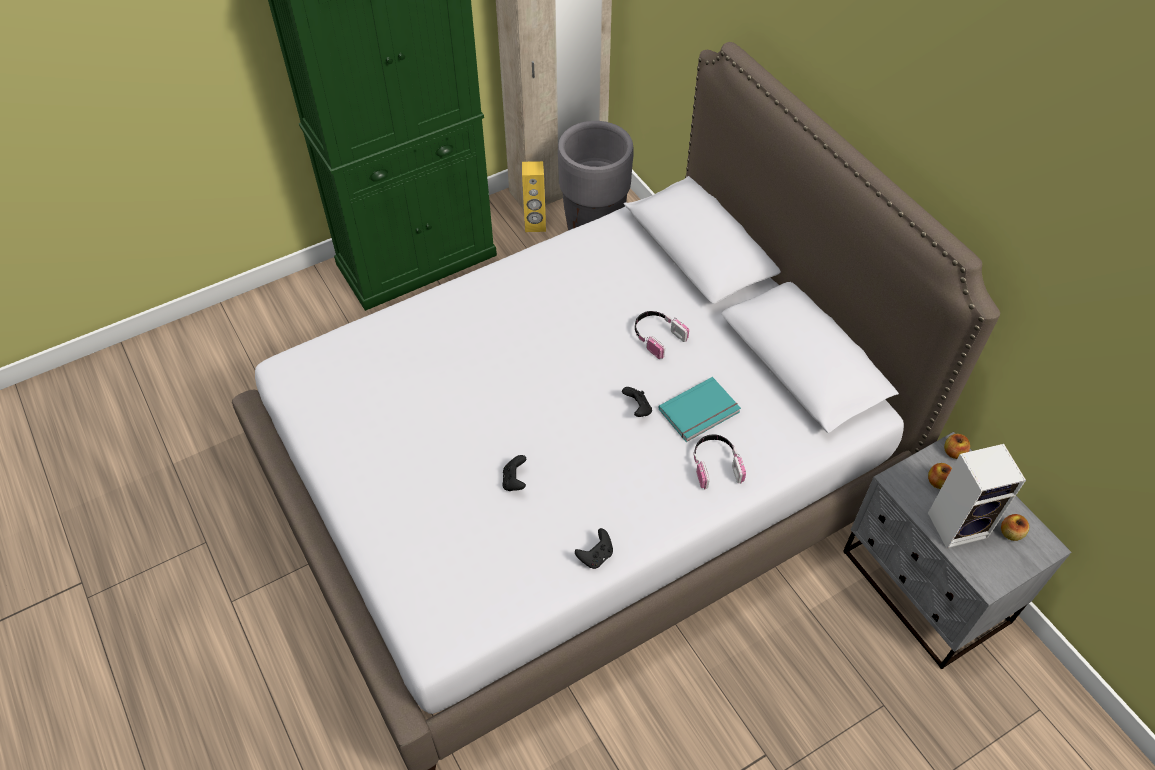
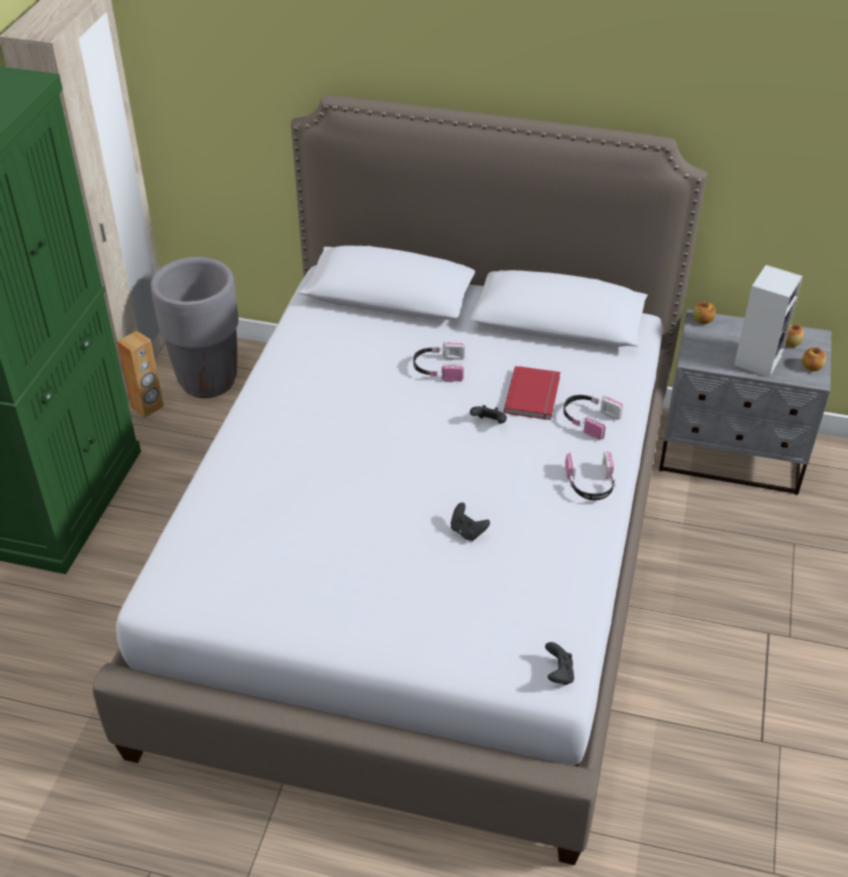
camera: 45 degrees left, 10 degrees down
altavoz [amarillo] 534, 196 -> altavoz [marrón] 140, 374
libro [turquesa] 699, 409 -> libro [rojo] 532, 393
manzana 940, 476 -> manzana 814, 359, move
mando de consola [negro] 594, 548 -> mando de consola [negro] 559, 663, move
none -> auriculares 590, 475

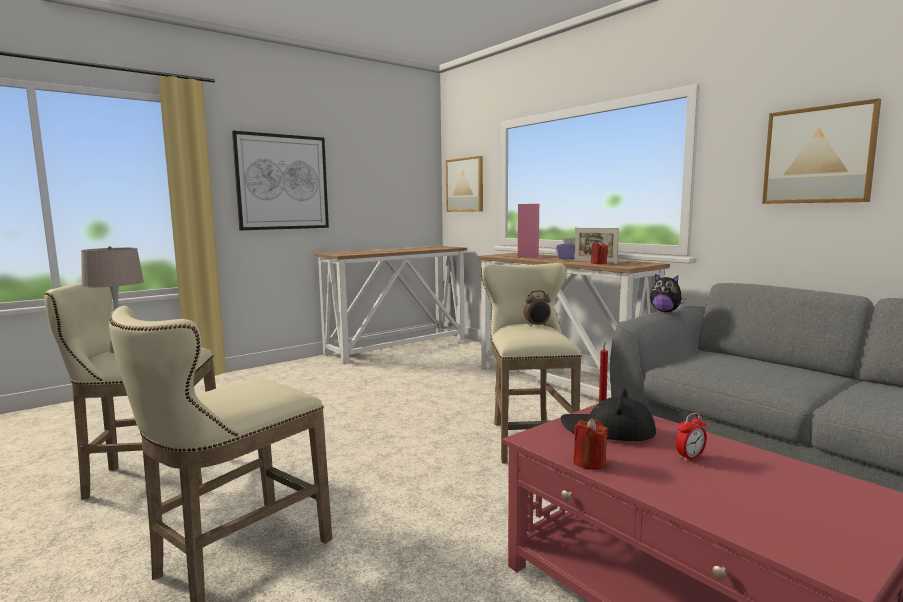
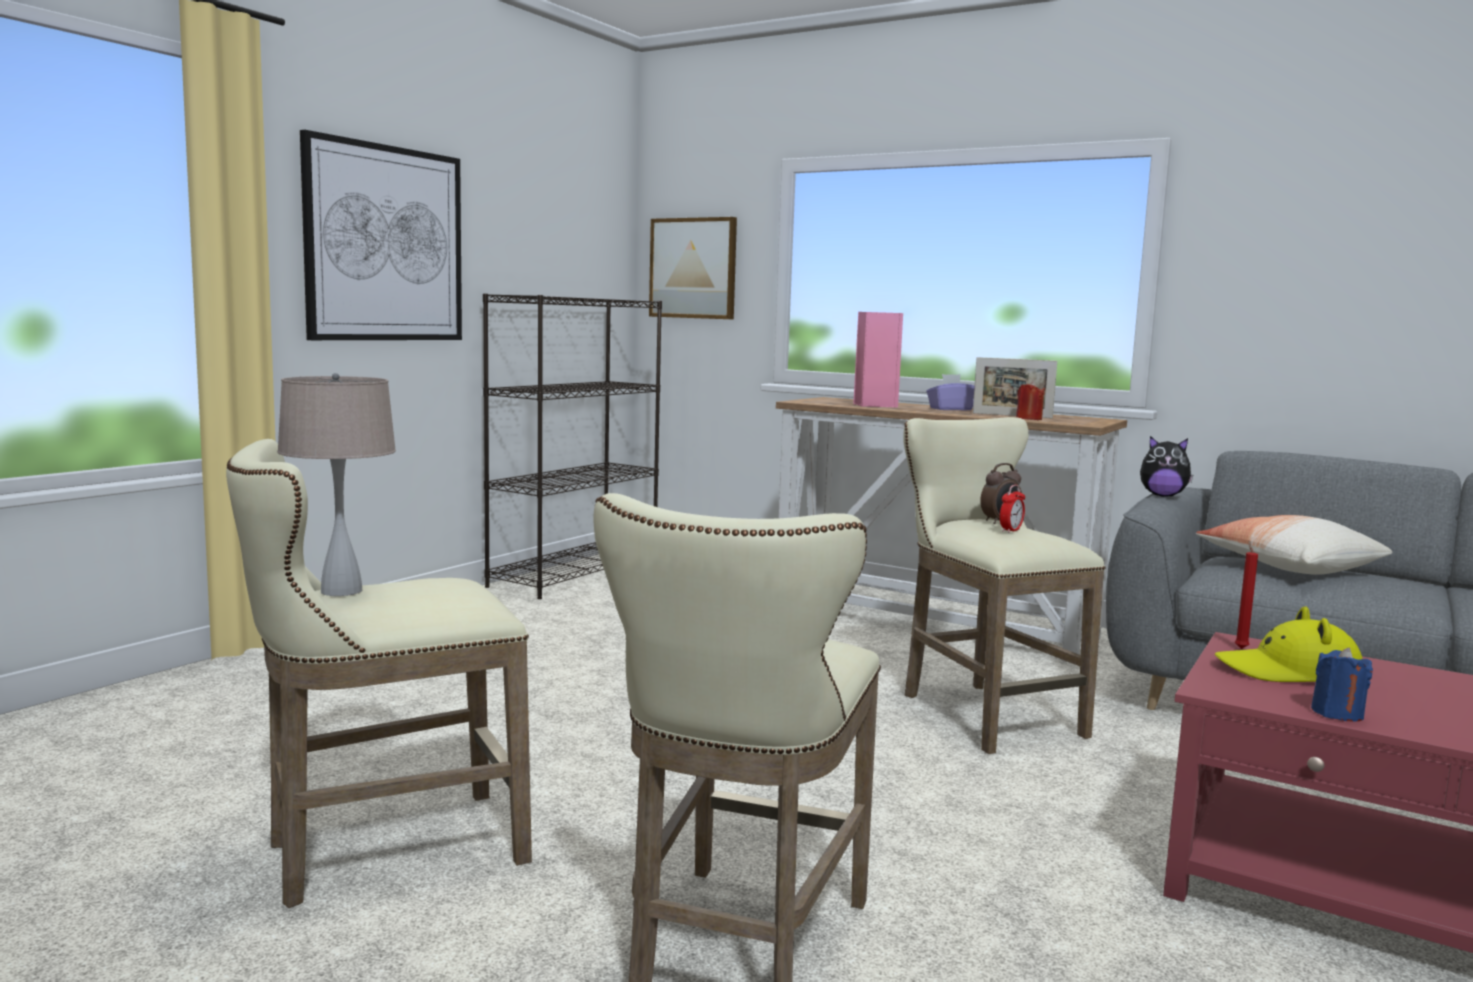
camera: 20 degrees left, 0 degrees up
cuadro 821, 151 -> none
mesa consola 390, 305 -> estantería [negro] 572, 446
sombrero [negro] 608, 414 -> sombrero [amarillo] 1288, 644
despertador 691, 437 -> despertador 1012, 509, move
vela [rojo] 590, 444 -> vela [azul] 1342, 685
none -> cojín 1294, 545

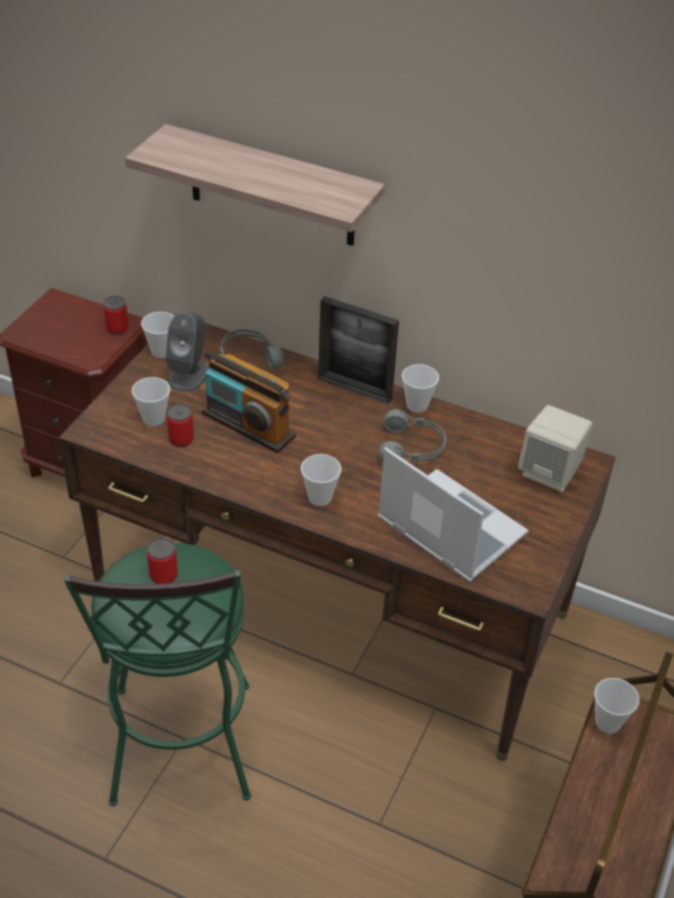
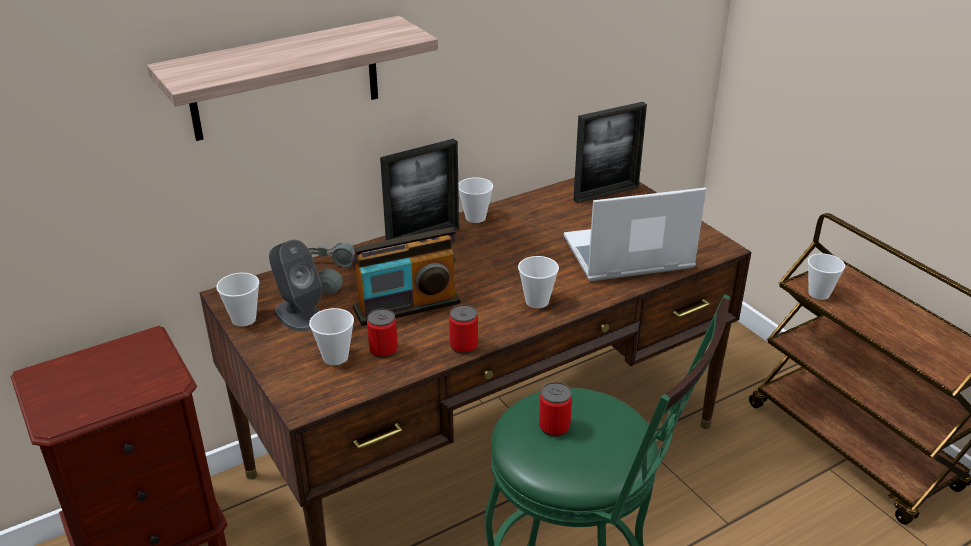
camera: 55 degrees left, 10 degrees down
lata 115, 315 -> lata 463, 329, move
altavoz [beis] 555, 448 -> portarretratos 610, 153
auriculares [gris] 412, 436 -> none

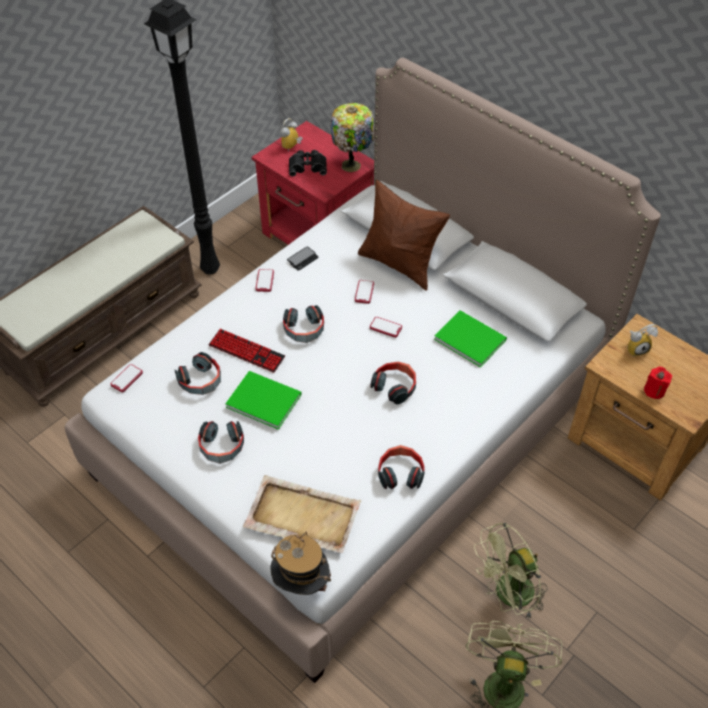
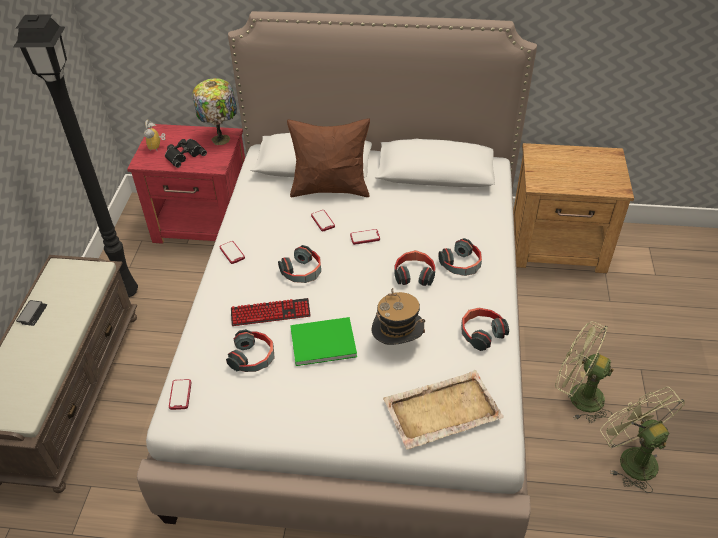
camera: 35 degrees left, 5 degrees down
móvil 303, 259 -> móvil 31, 313, move
libro [verde] 470, 339 -> none
despertador 642, 340 -> none
vela [rojo] 658, 383 -> none
auriculares 221, 442 -> auriculares 460, 257, move
ventilador [verde] 510, 571 -> ventilador [verde] 584, 372, 90 degrees clockwise
sombrero 300, 563 -> sombrero 398, 316, move

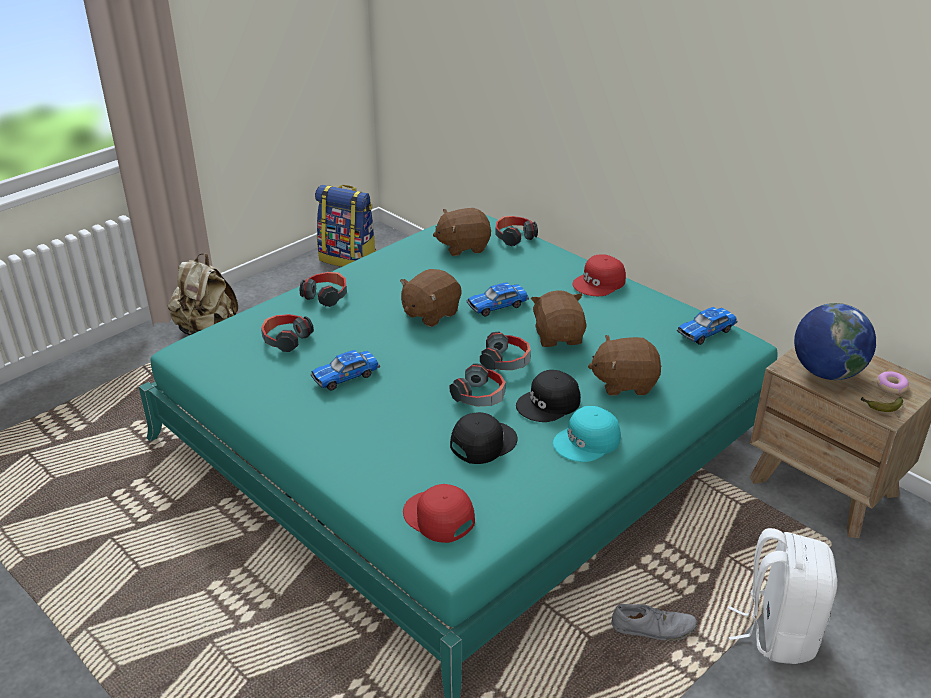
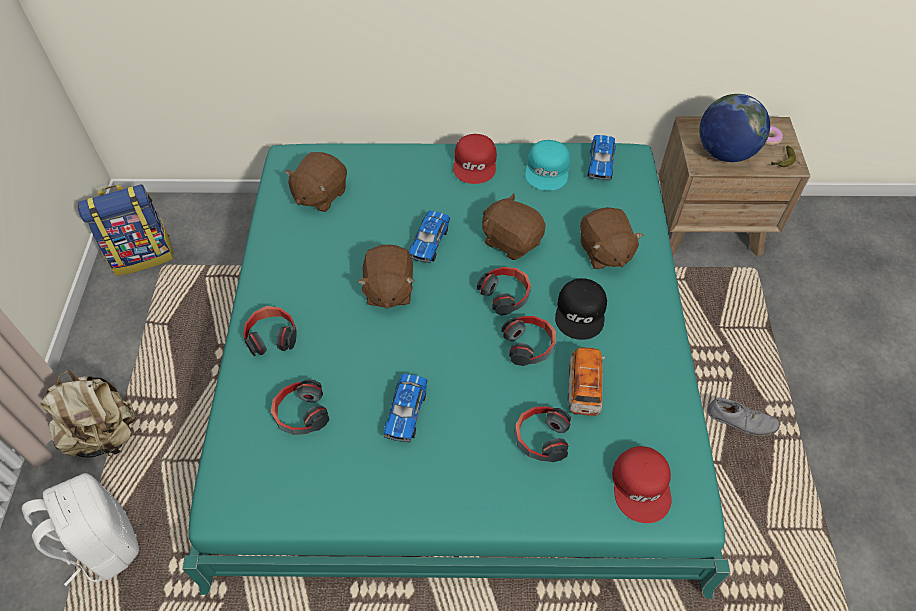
camera: 45 degrees left, 20 degrees up
auriculares 516, 231 -> auriculares 542, 434, move
peluche [marrón] 624, 365 -> peluche [marrón] 611, 238, 60 degrees counterclockwise
gorra [turquesa] 587, 434 -> gorra [turquesa] 548, 165, move
gorra [negro] 484, 438 -> coche de juguete 586, 381
gorra [rojo] 439, 513 -> gorra [rojo] 641, 484, 90 degrees counterclockwise
mochila [blanco] 782, 596 -> mochila [blanco] 80, 529, move
zapato [gris] 654, 622 -> zapato [gris] 743, 416, 60 degrees clockwise

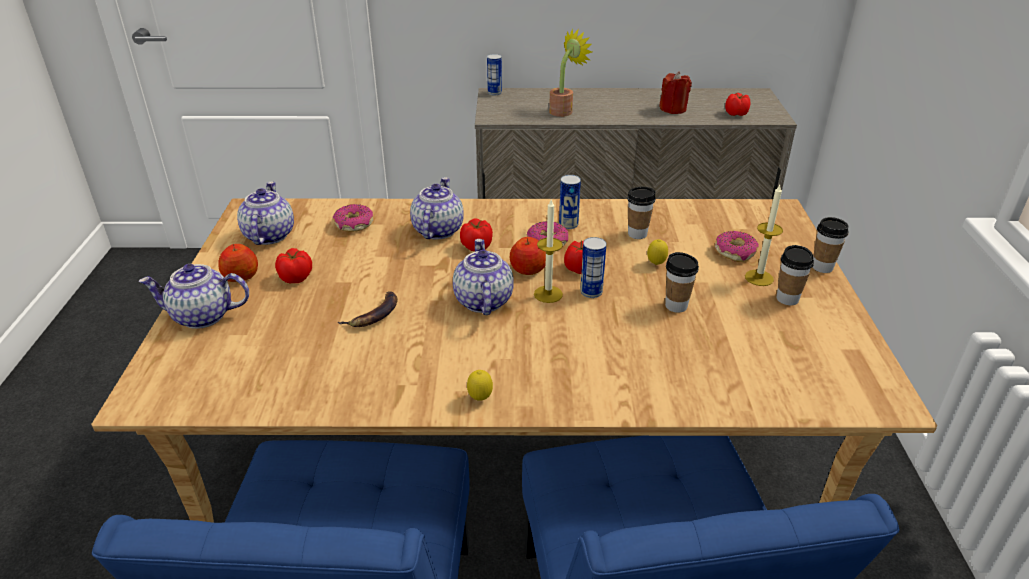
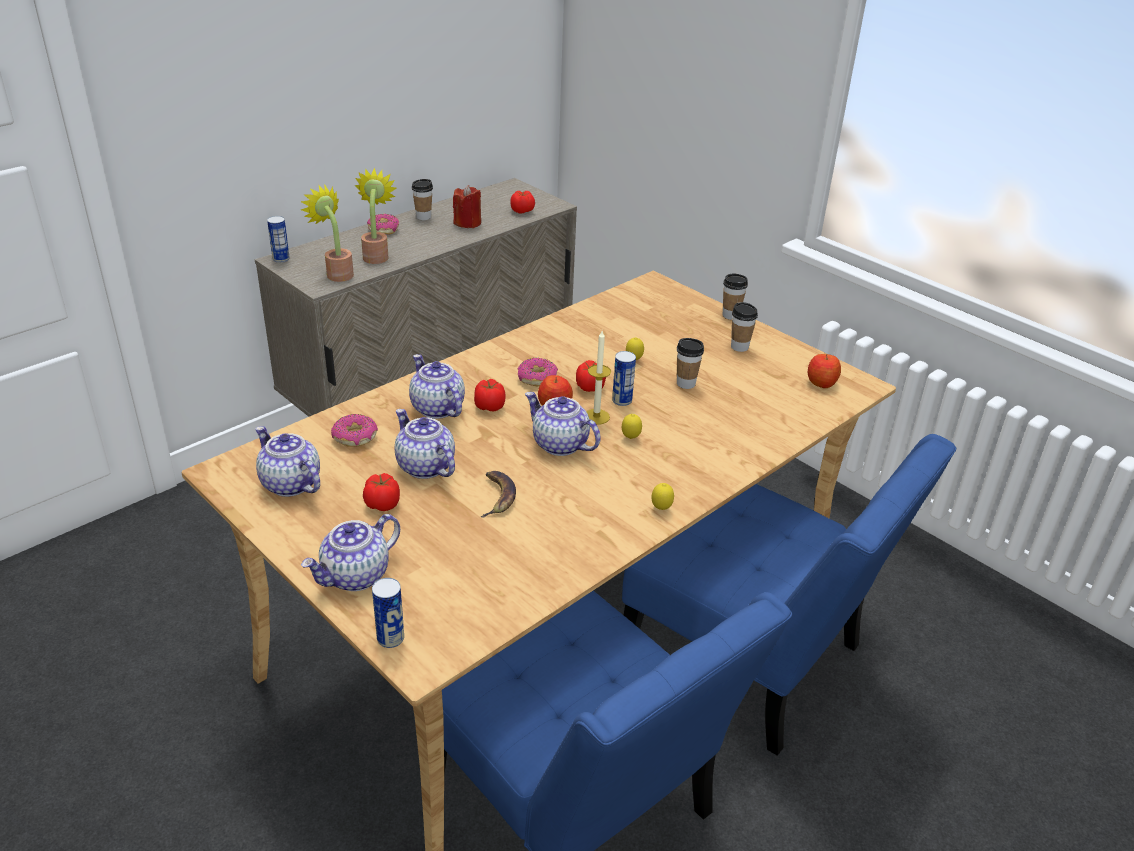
camera: 45 degrees left, 0 degrees up
lata 570, 202 -> lata 388, 613, move
vela 764, 235 -> none
taza 641, 213 -> taza 422, 199, move
rosquilla 737, 246 -> rosquilla 383, 224, move
manzana 238, 263 -> manzana 824, 371, move
none -> planta en maceta 327, 233
none -> tetera 425, 444
none -> limón 632, 426

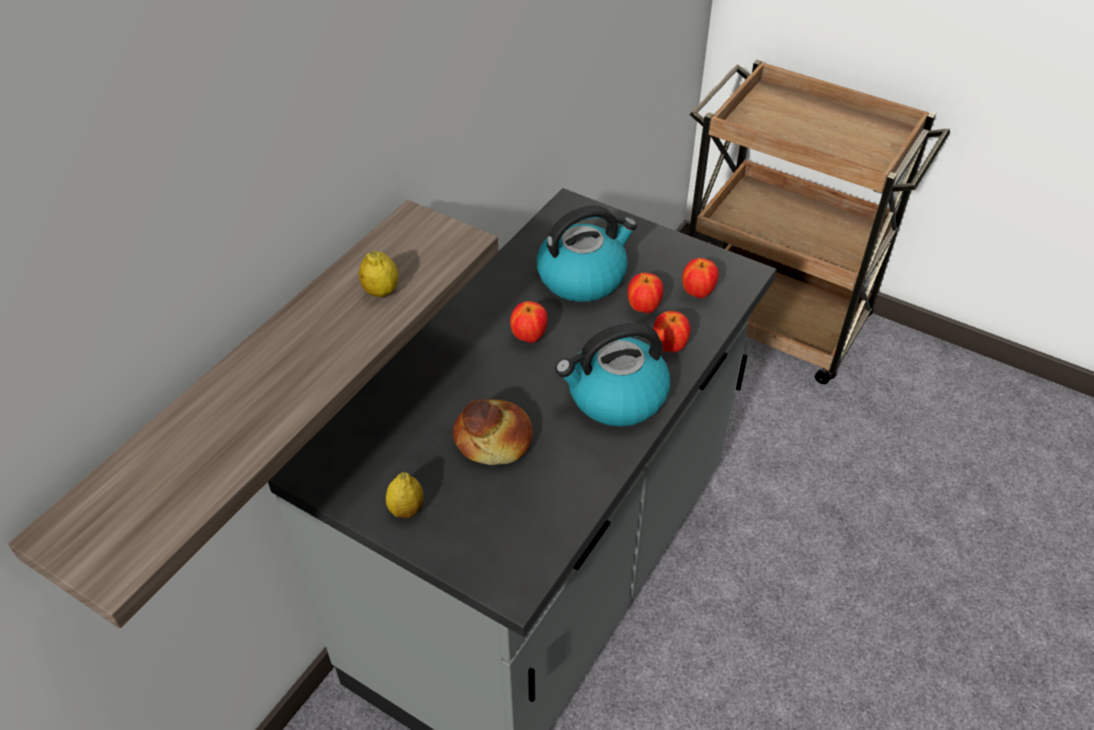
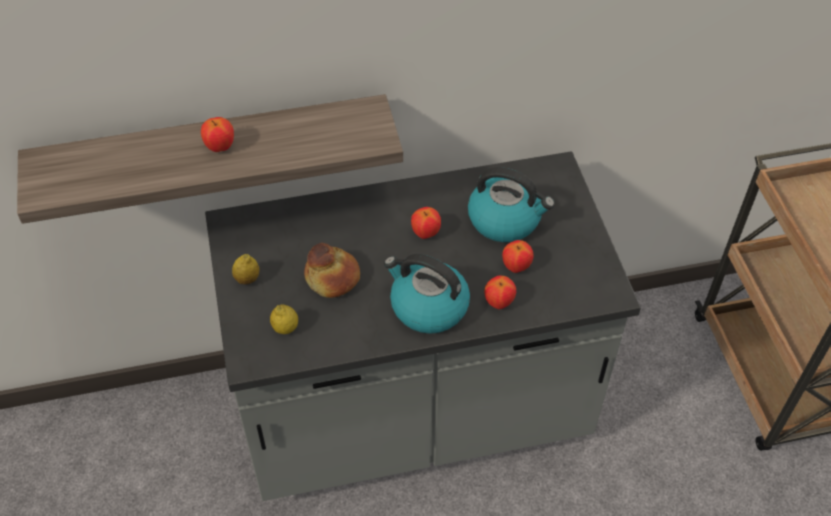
camera: 45 degrees right, 5 degrees up
limón 378, 274 -> limón 284, 319, move
manzana 700, 278 -> manzana 217, 134, move

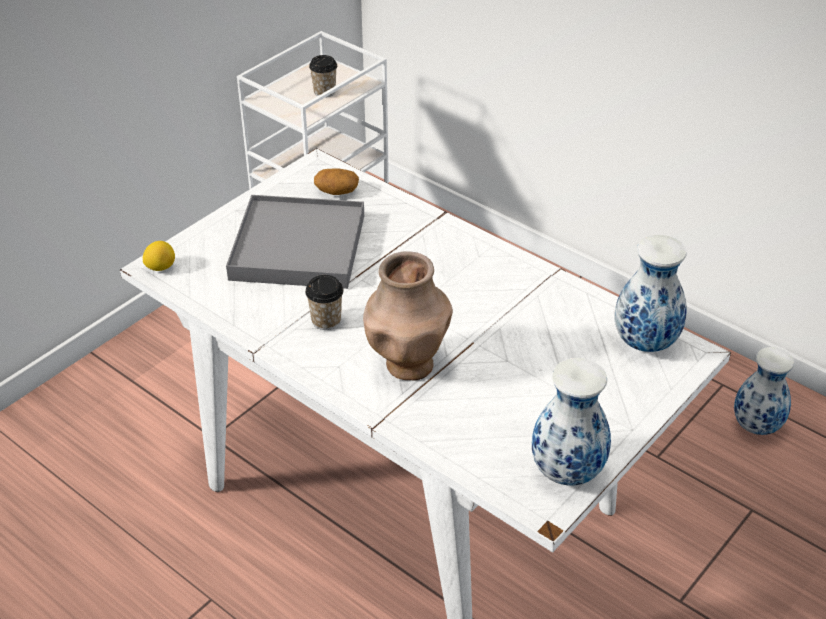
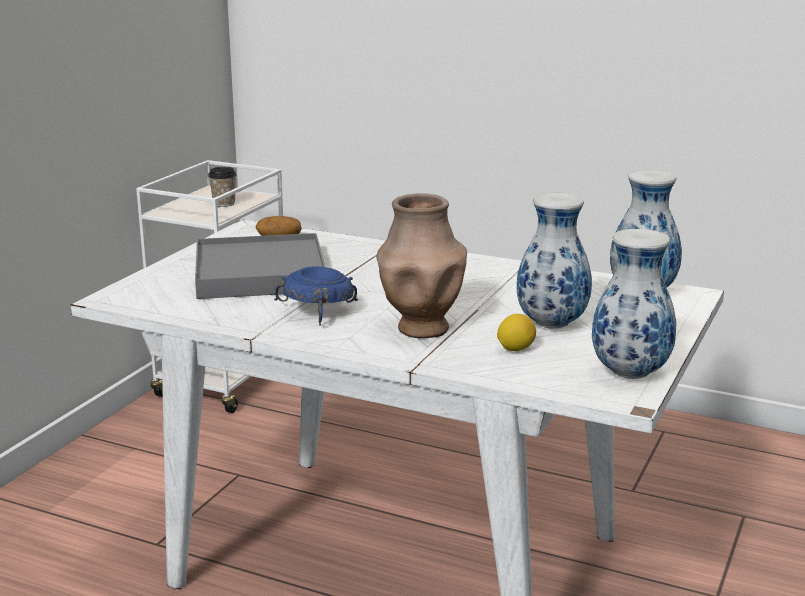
camera: 15 degrees left, 20 degrees down
limón 159, 256 -> limón 516, 332, move
taza 324, 302 -> cuenco [azul] 316, 296
florero 764, 391 -> florero 554, 261, move

